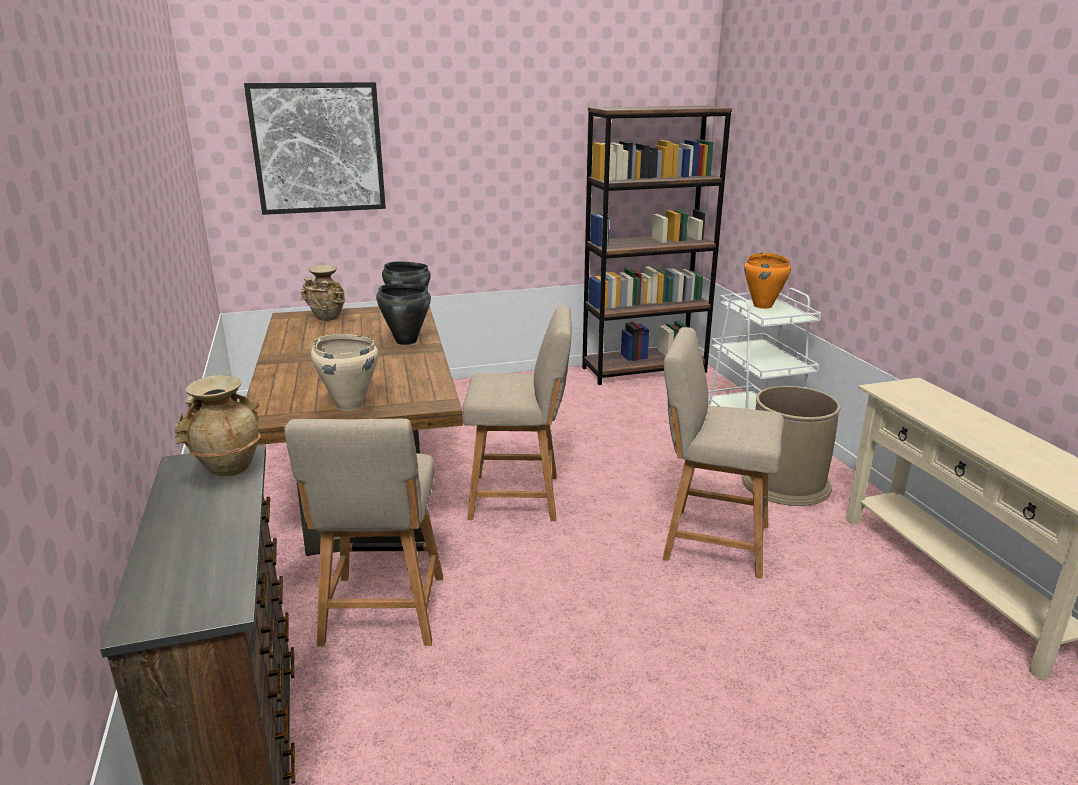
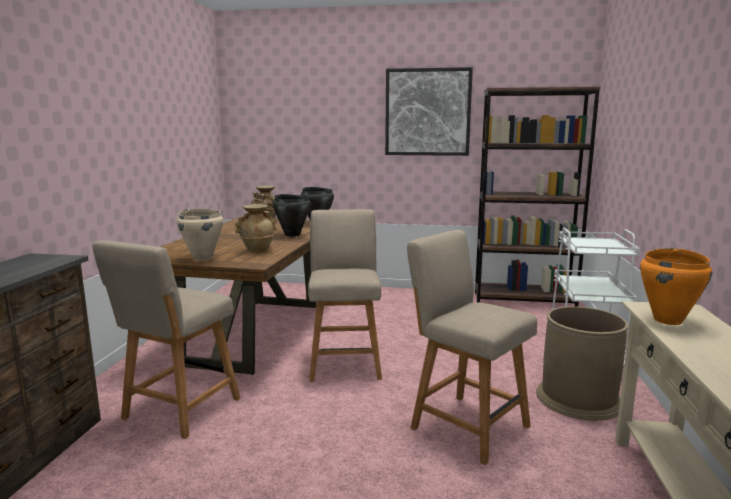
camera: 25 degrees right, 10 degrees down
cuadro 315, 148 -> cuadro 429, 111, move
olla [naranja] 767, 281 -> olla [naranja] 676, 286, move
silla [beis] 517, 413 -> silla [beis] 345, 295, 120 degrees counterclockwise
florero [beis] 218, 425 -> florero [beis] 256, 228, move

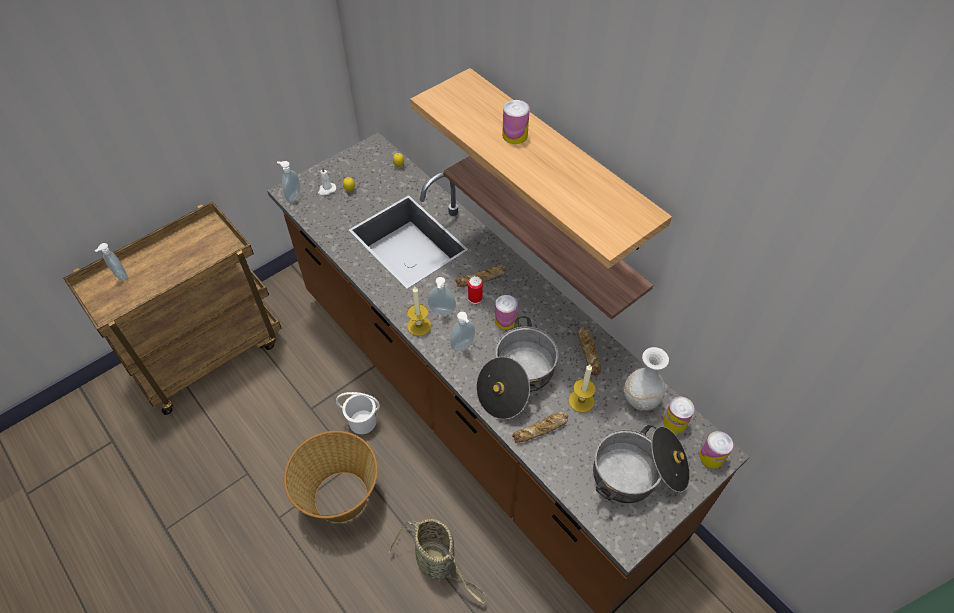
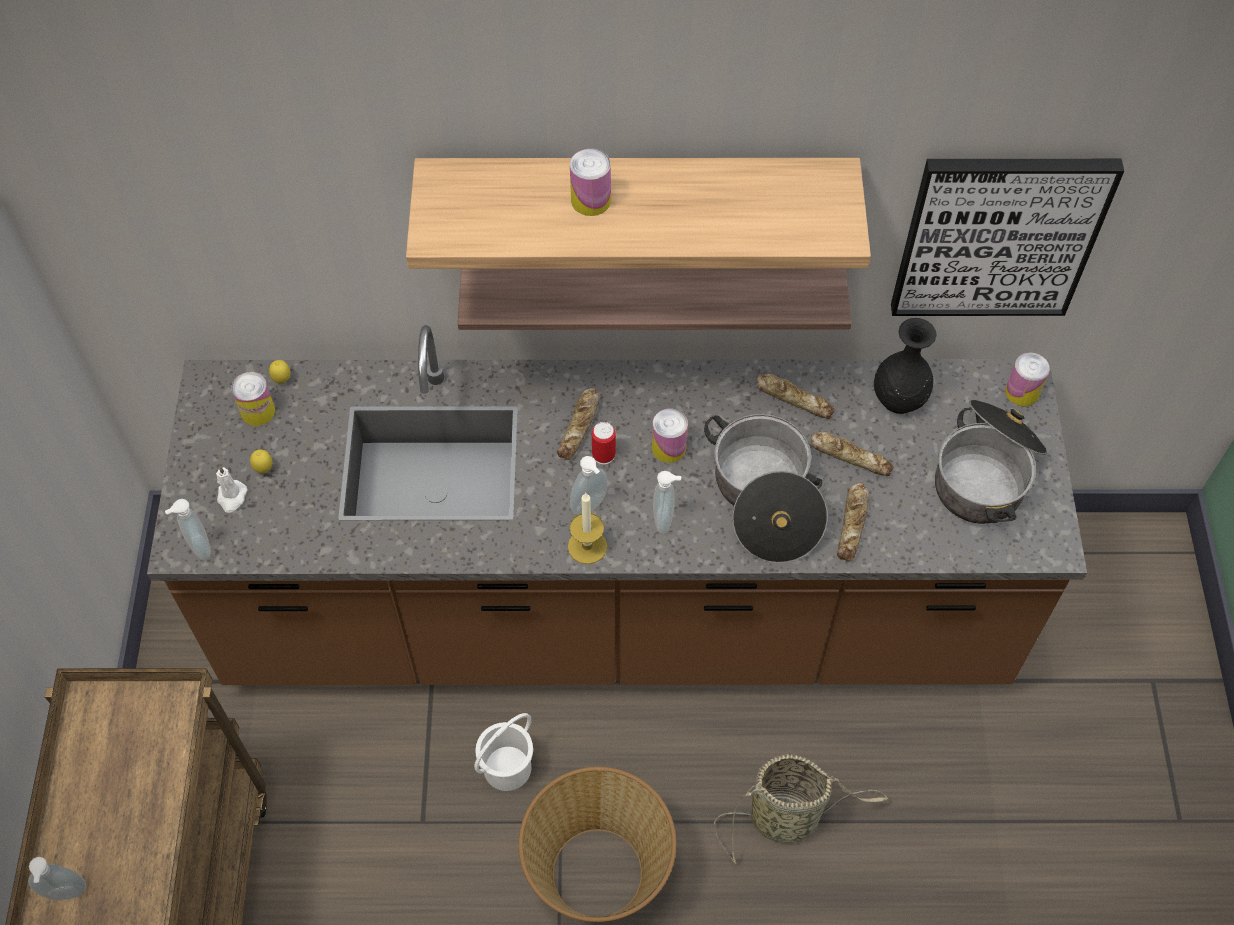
camera: 50 degrees left, 5 degrees up
florero [blanco] 646, 379 -> florero [negro] 905, 366
vela 582, 389 -> pan 852, 454
lata 679, 415 -> lata 253, 399, move
none -> cuadro 1007, 237

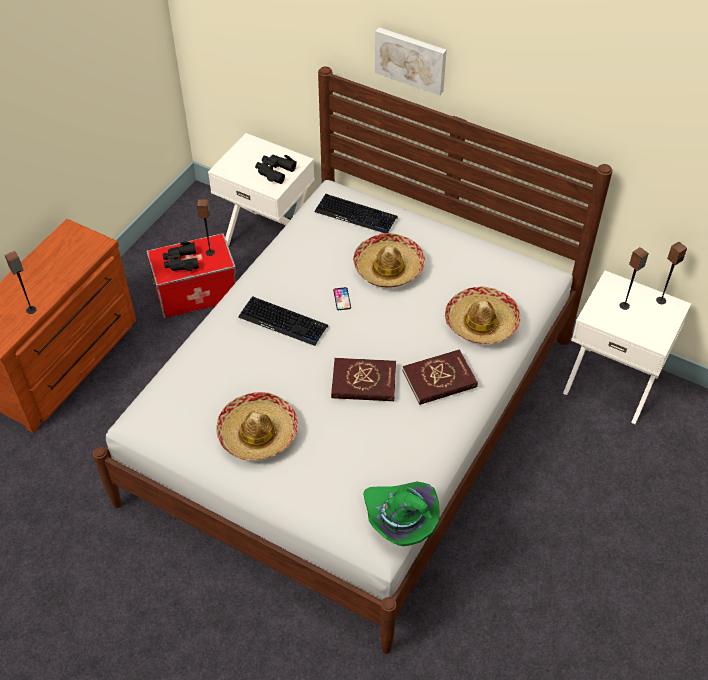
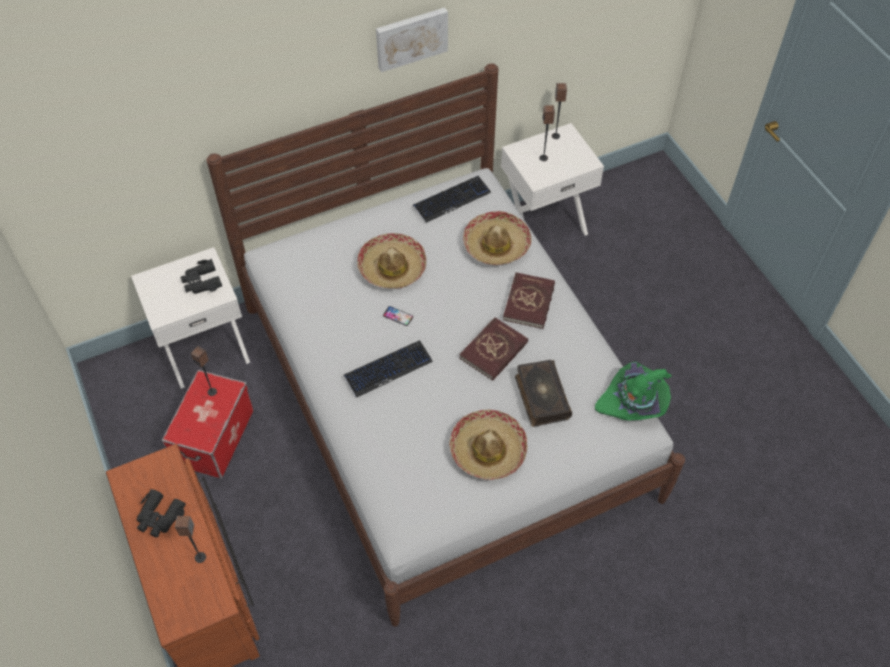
camera: 55 degrees left, 5 degrees up
cuadro 411, 61 -> cuadro 412, 39, move
teclado 356, 213 -> teclado 452, 199, move
prismáticos [negro] 181, 256 -> prismáticos [negro] 161, 513, move
none -> libro 543, 393

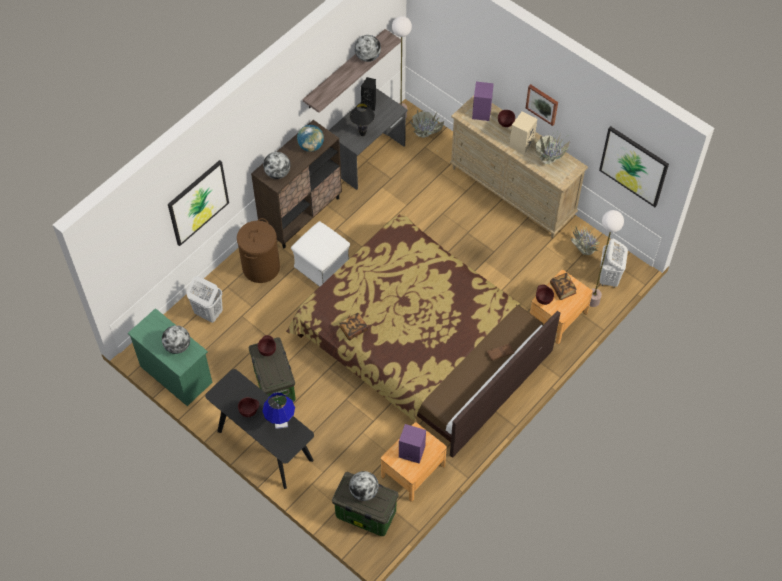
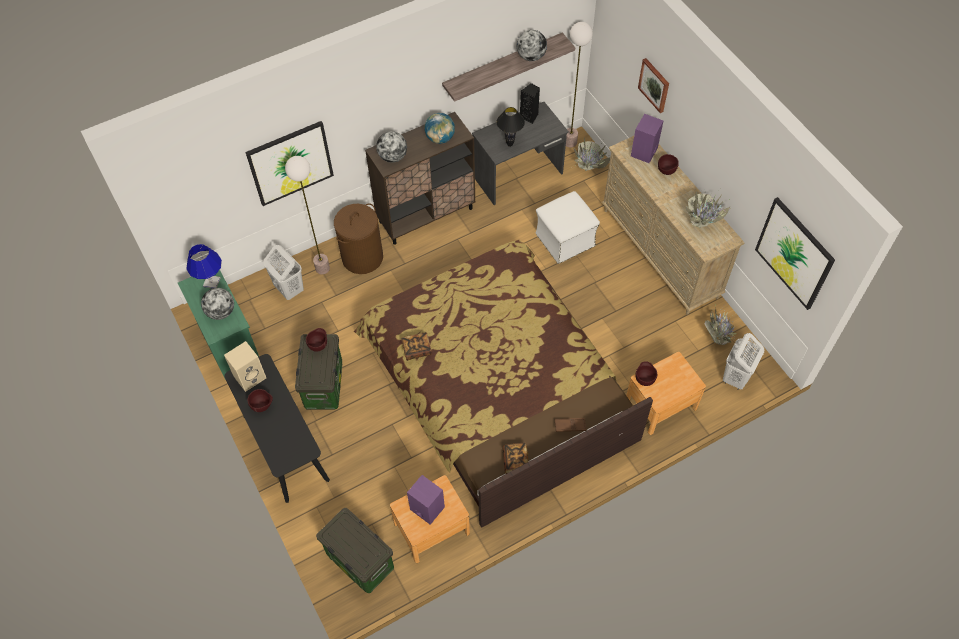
camera: 20 degrees right, 0 degrees up
cuadro 542, 105 -> cuadro 653, 85, move
altavoz [beis] 523, 133 -> altavoz [beis] 245, 366, move
lámpara de pie 606, 258 -> lámpara de pie 307, 215, move
puf [blanco] 320, 254 -> puf [blanco] 568, 227, move
libro 563, 286 -> libro 515, 458, move
lámpara de mesa [azul] 278, 410 -> lámpara de mesa [azul] 204, 266, move
globo terráqueo 364, 486 -> none

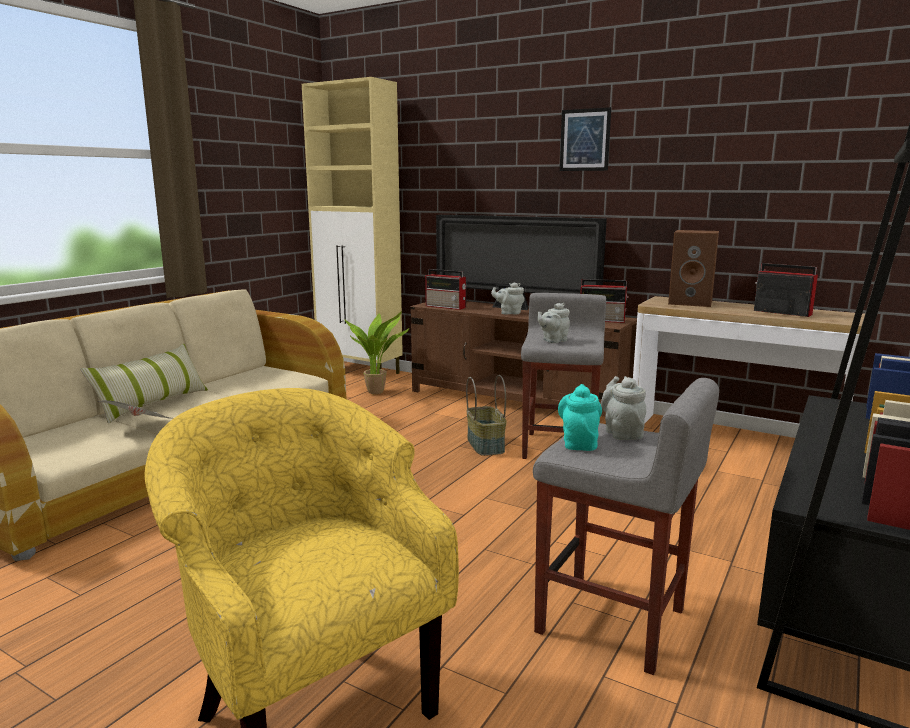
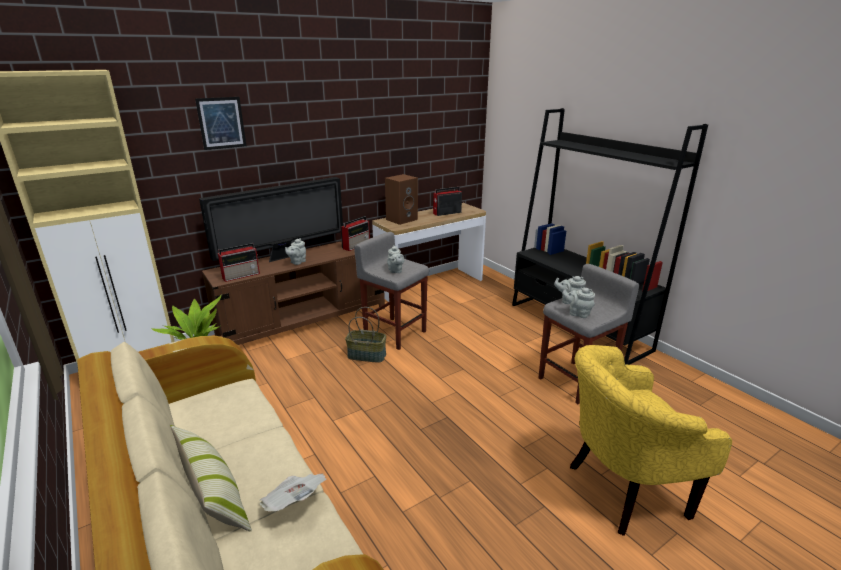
camera: 65 degrees left, 10 degrees up
cuadro 585, 139 -> cuadro 220, 123, move
tetera [turquesa] 580, 417 -> tetera [gris] 578, 302

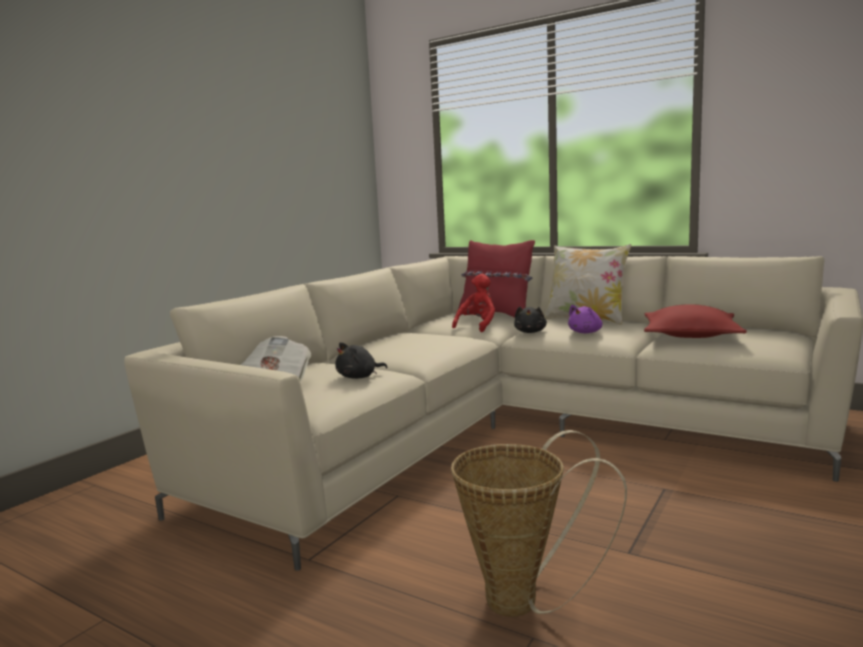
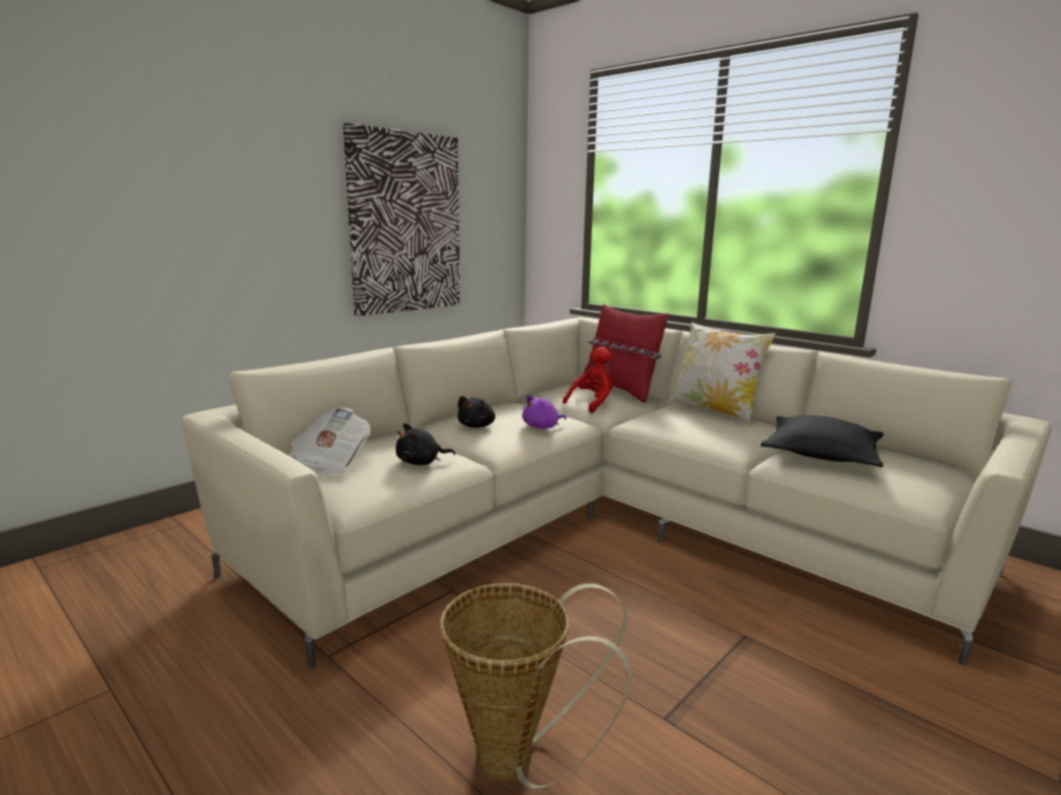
camera: 10 degrees right, 5 degrees up
cojín [rojo] 695, 321 -> cojín [negro] 822, 441
peluche [morado] 585, 319 -> peluche [morado] 544, 412, move
peluche [negro] 530, 319 -> peluche [negro] 476, 412, move
none -> cuadro 401, 219

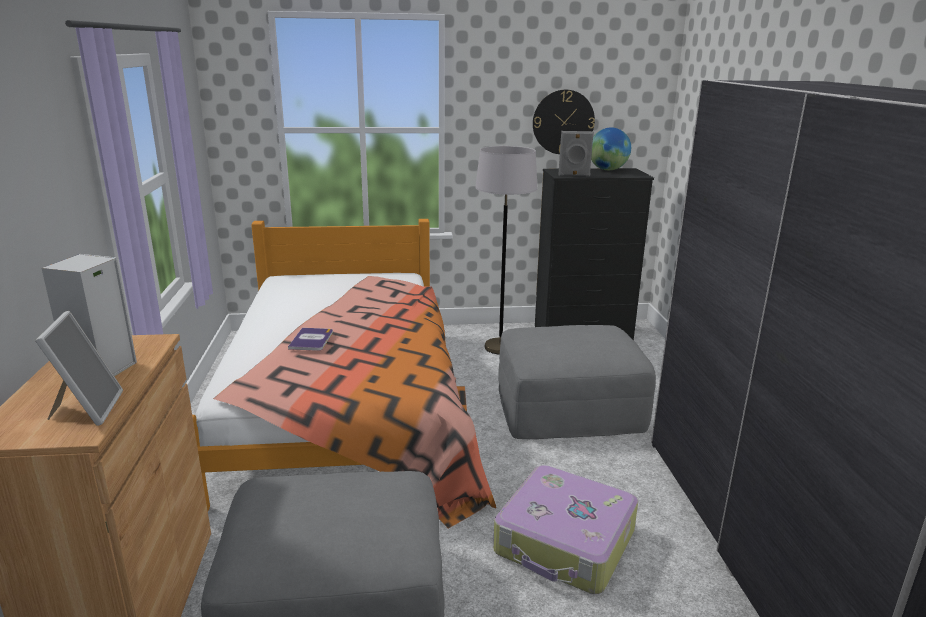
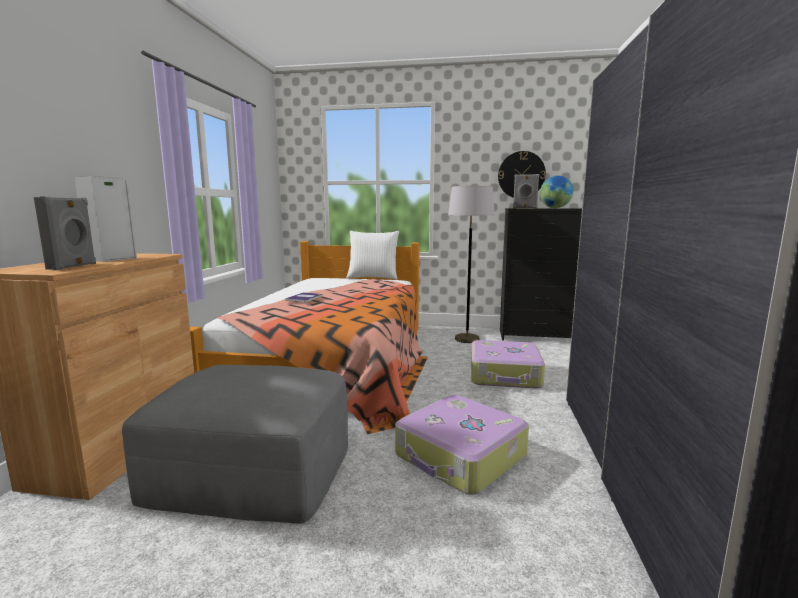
camera: 15 degrees right, 10 degrees down
portarretratos 79, 368 -> altavoz [gris] 65, 233
puf [gris] 577, 382 -> maleta 508, 364
none -> cojín [blanco] 373, 255

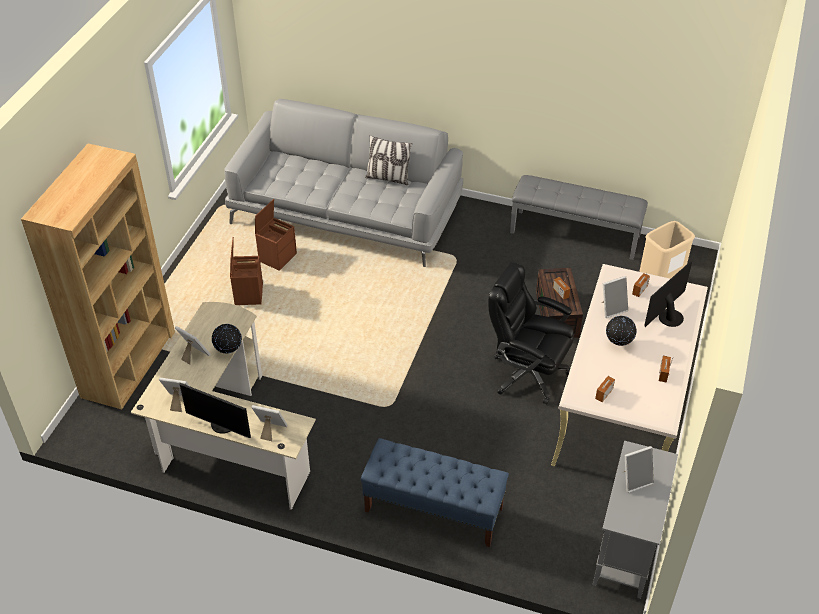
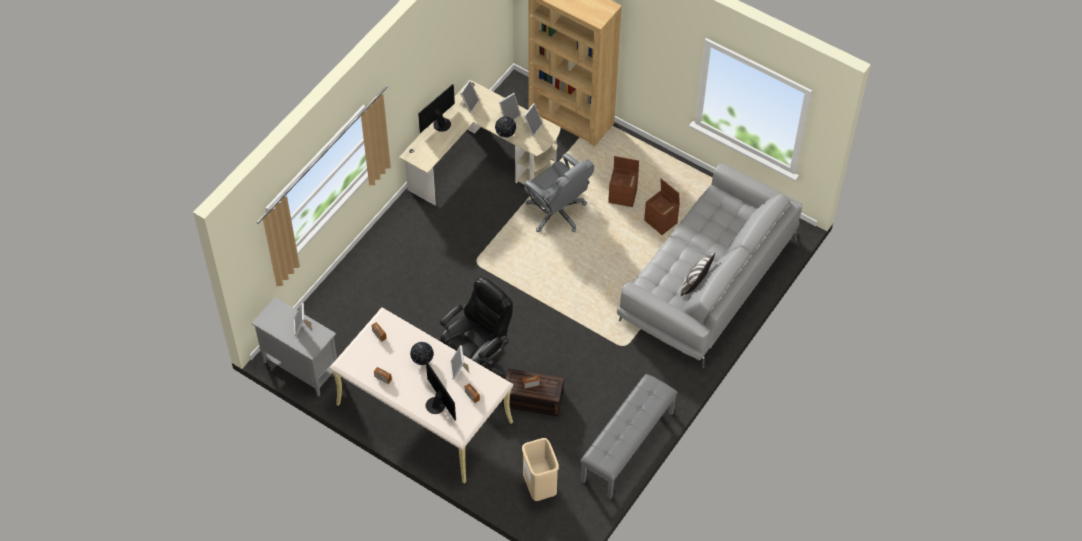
camera: 105 degrees right, 10 degrees up
portarretratos 269, 423 -> portarretratos 533, 119, move
banco [azul] 434, 492 -> none
none -> silla de oficina [gris] 559, 192

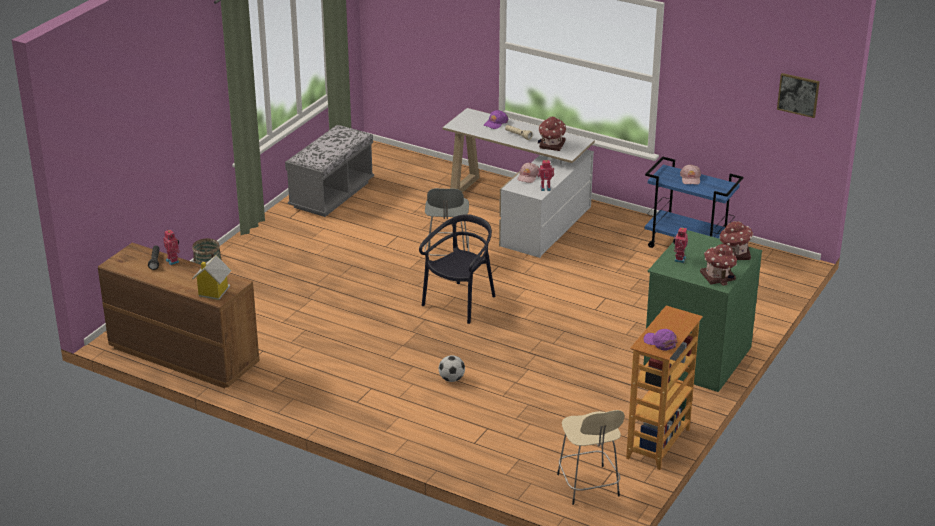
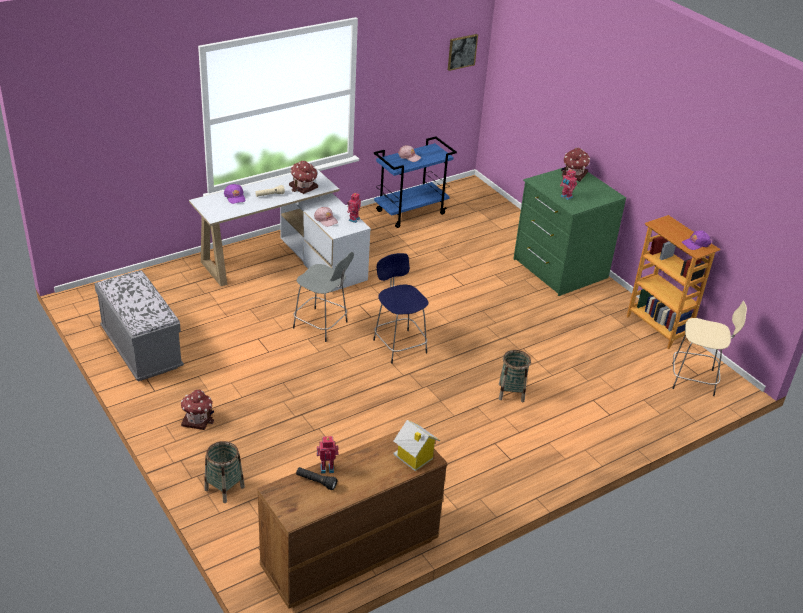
camera: 65 degrees left, 5 degrees up
silla [negro] 457, 269 -> taburete [azul] 401, 308
casita 718, 265 -> casita 197, 409, move
balón de fútbol 452, 368 -> cesta 515, 376

